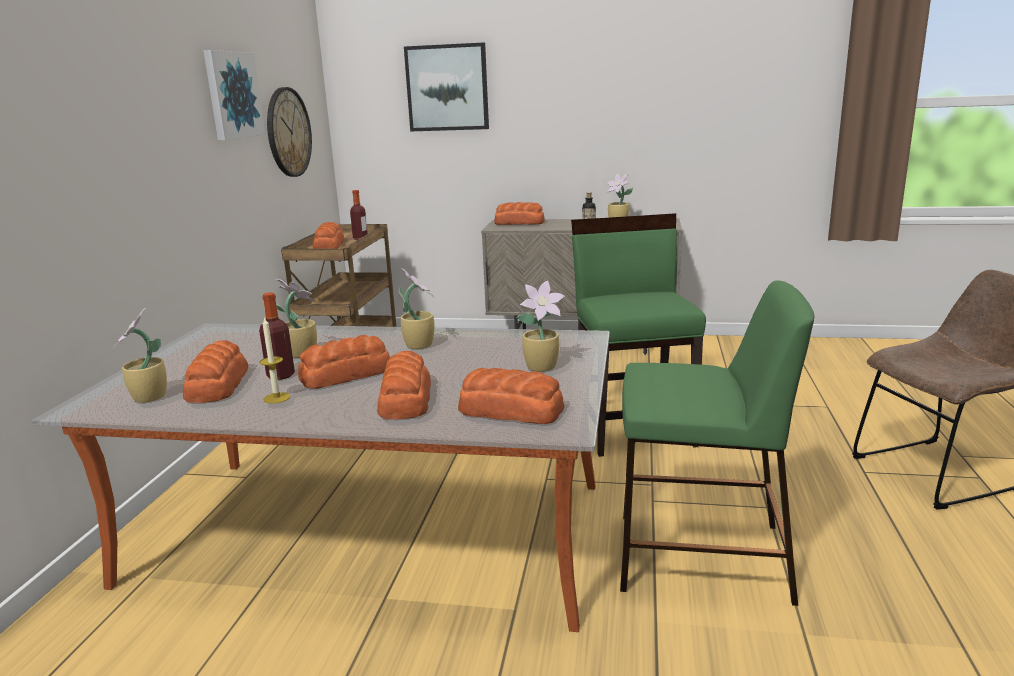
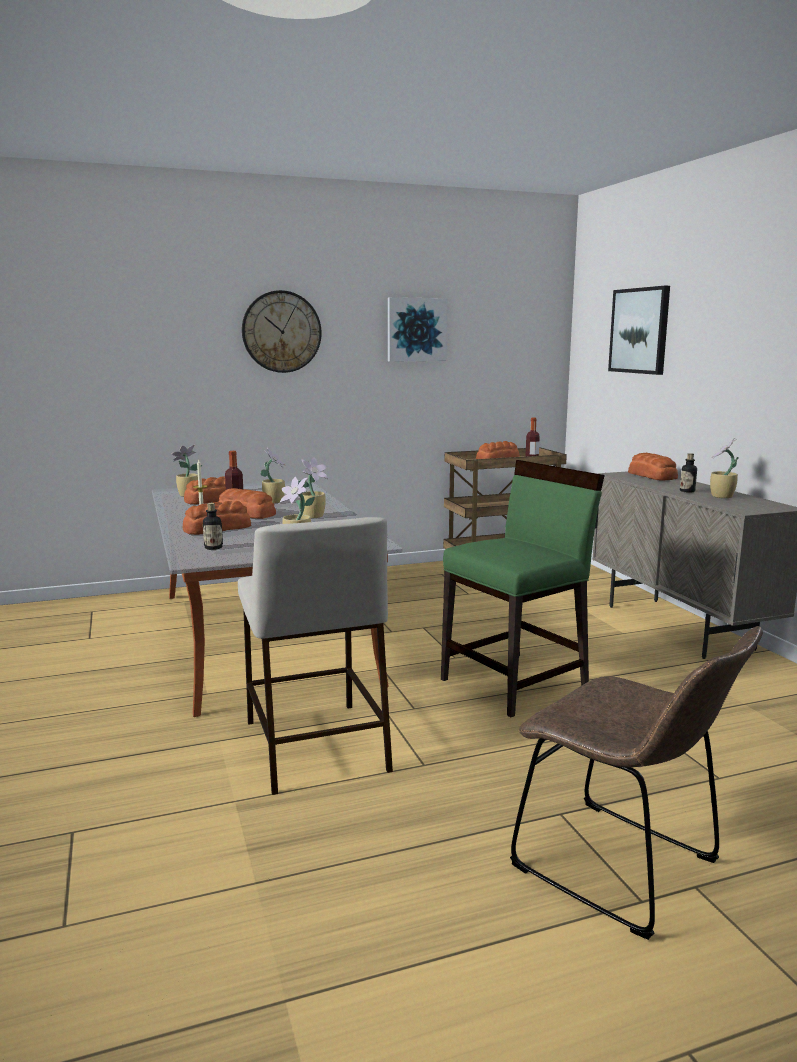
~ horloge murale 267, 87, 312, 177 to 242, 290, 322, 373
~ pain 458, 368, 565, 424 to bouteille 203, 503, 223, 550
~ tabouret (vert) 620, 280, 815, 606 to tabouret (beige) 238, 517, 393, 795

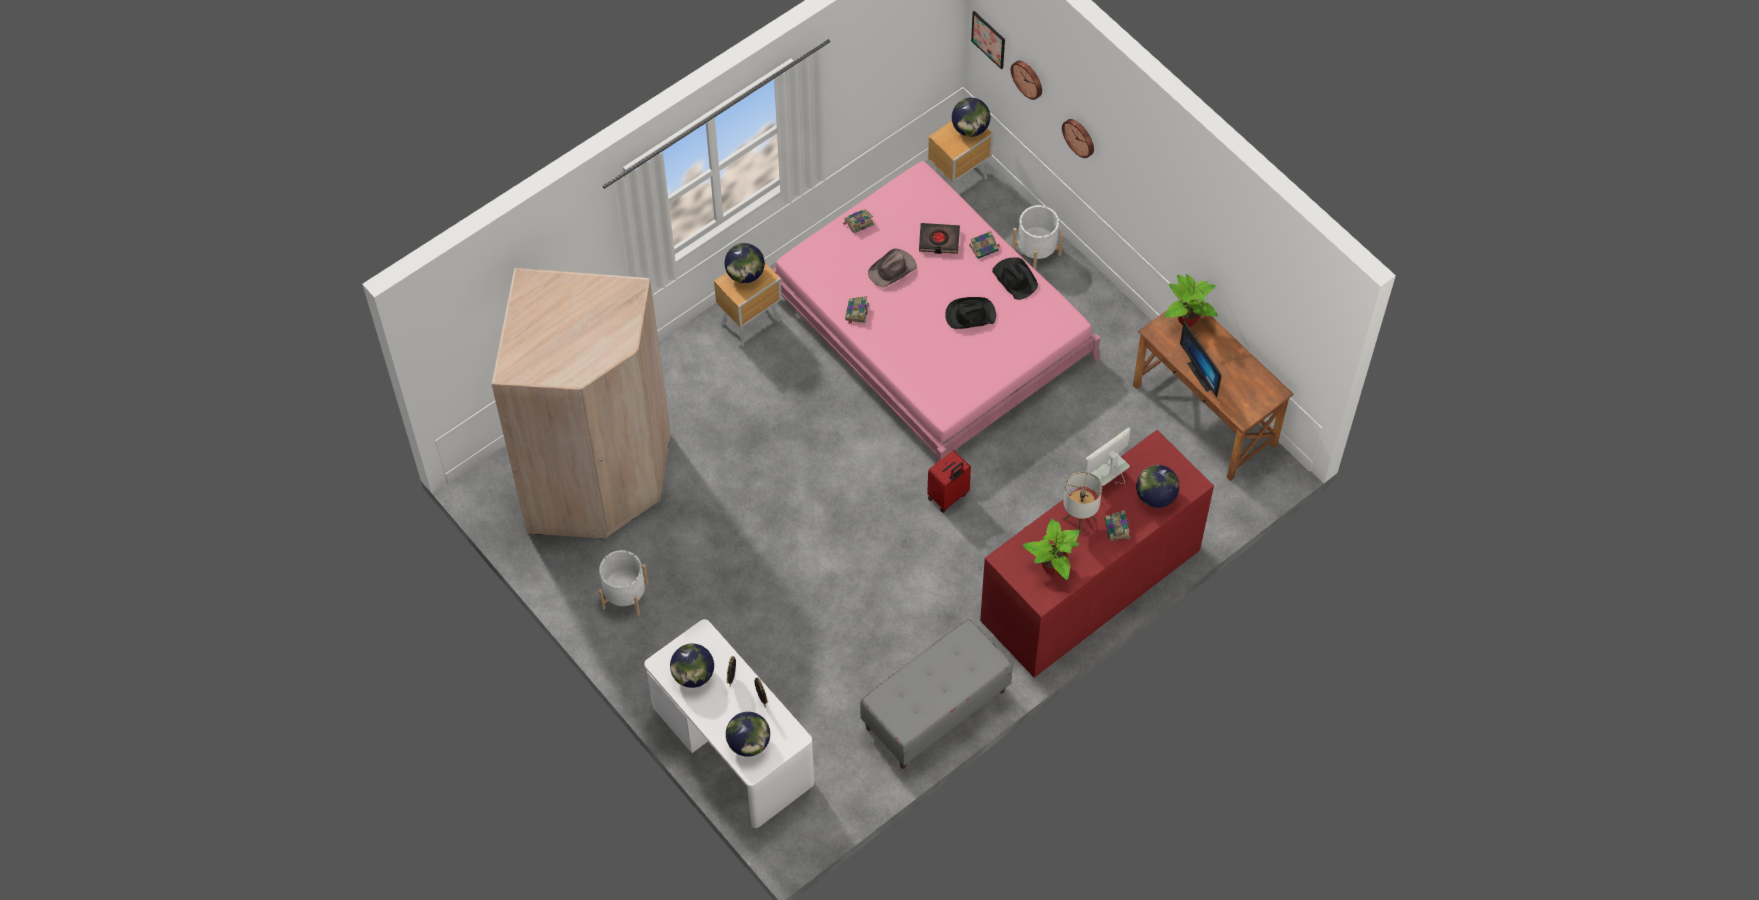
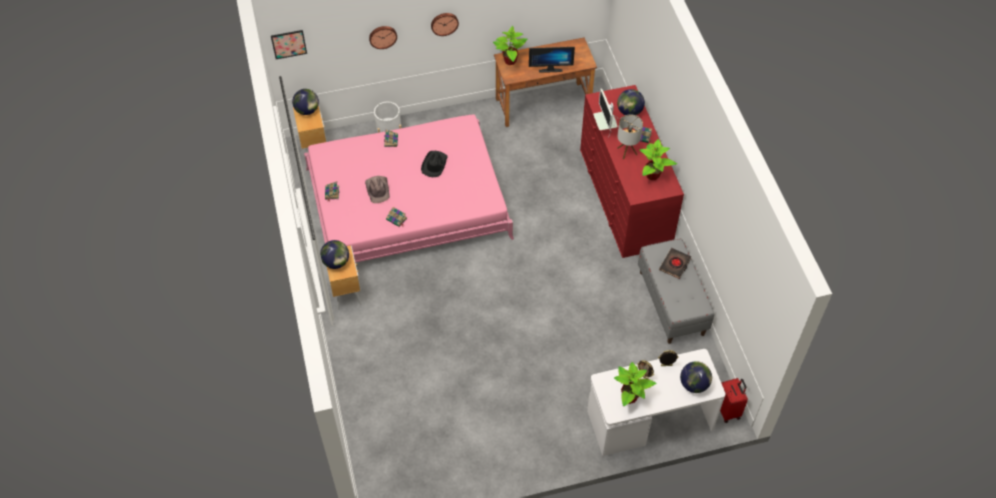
- armoire (beige) 492, 268, 671, 539
- cache-pot (blanc) 599, 550, 648, 616
~ globe 670, 644, 714, 688 to plante en pot 614, 362, 656, 406
~ livre (noir) 919, 223, 960, 254 to 659, 248, 691, 279
~ valise (rouge) 927, 450, 971, 513 to 720, 378, 748, 423
- chapeau (noir) 992, 257, 1038, 300
~ horloge murale 1011, 61, 1042, 100 to 431, 13, 459, 36

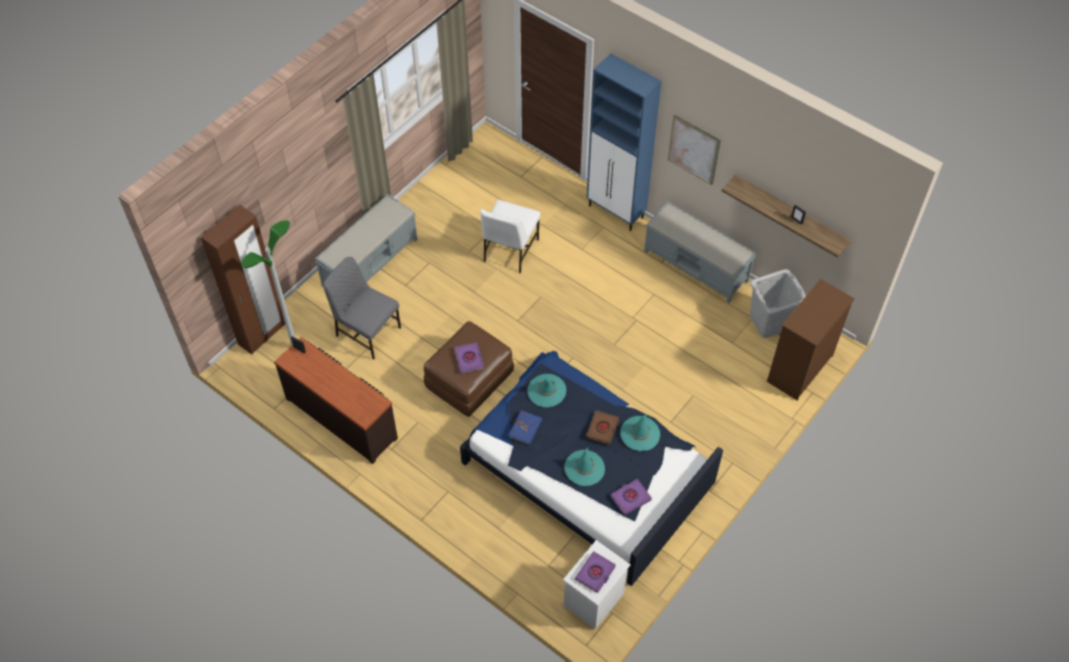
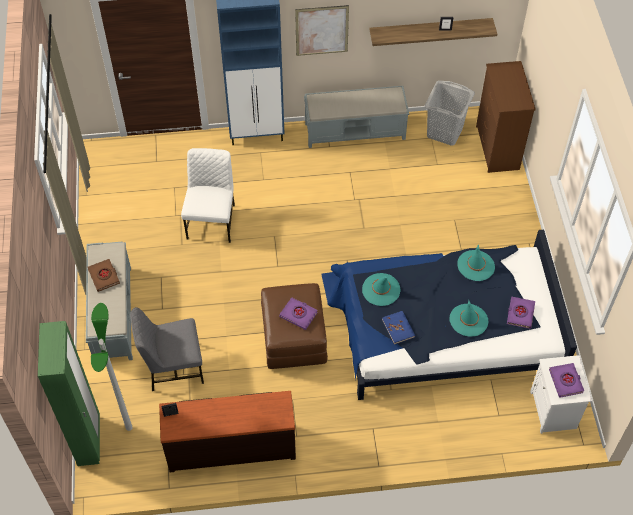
~ armoire (marron) 201, 205, 286, 355 to armoire (vert) 38, 321, 100, 466
~ chaise (blanc) 480, 200, 540, 273 = 181, 148, 235, 243 150 degrees counterclockwise
~ livre (marron) 586, 410, 619, 445 to 87, 259, 120, 292

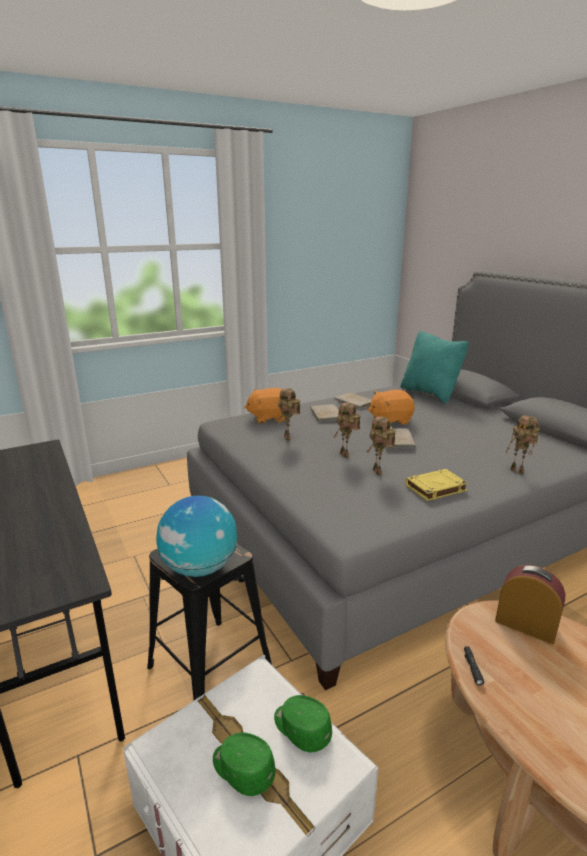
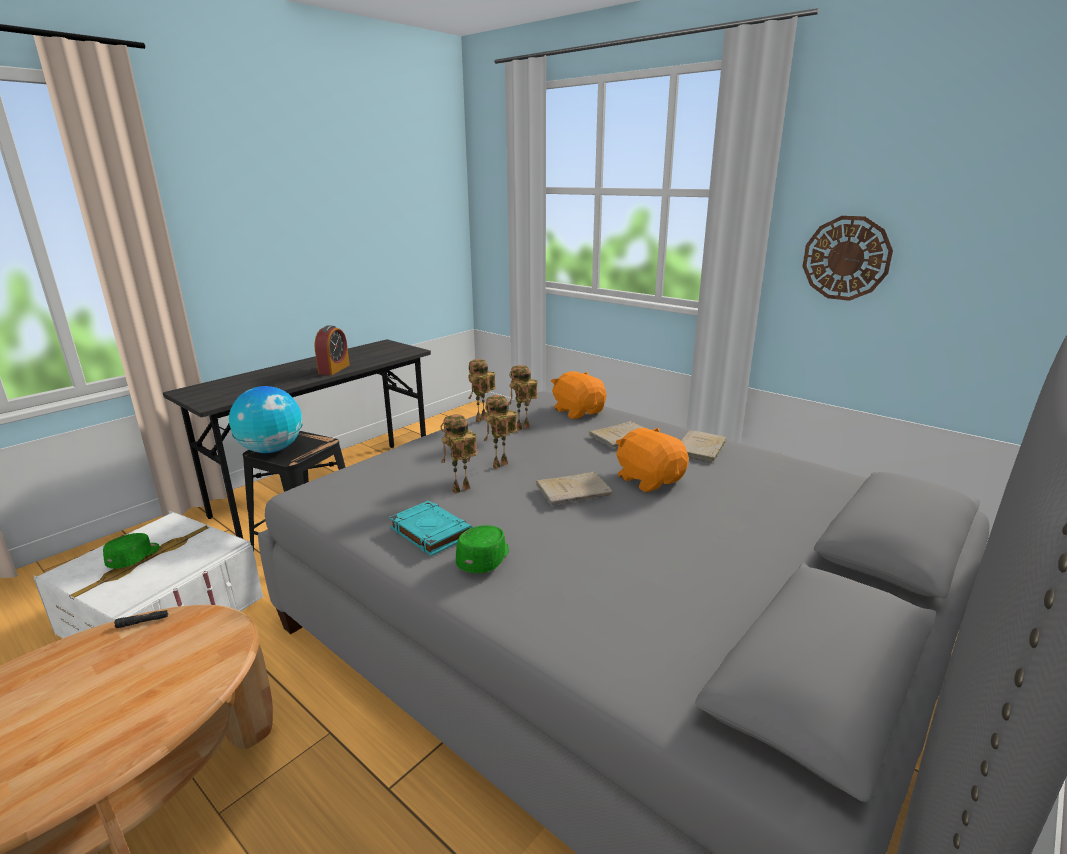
~ casquette (vert) 274, 695, 332, 752 to 456, 525, 509, 573
- coussin (turquoise) 400, 330, 469, 404
~ livre (jaune) 405, 469, 468, 501 to livre (turquoise) 389, 500, 473, 556
~ réveil 495, 565, 566, 644 to 314, 325, 350, 375
~ robot jouet 505, 415, 540, 474 to 468, 359, 496, 422
+ horloge murale 803, 216, 893, 301

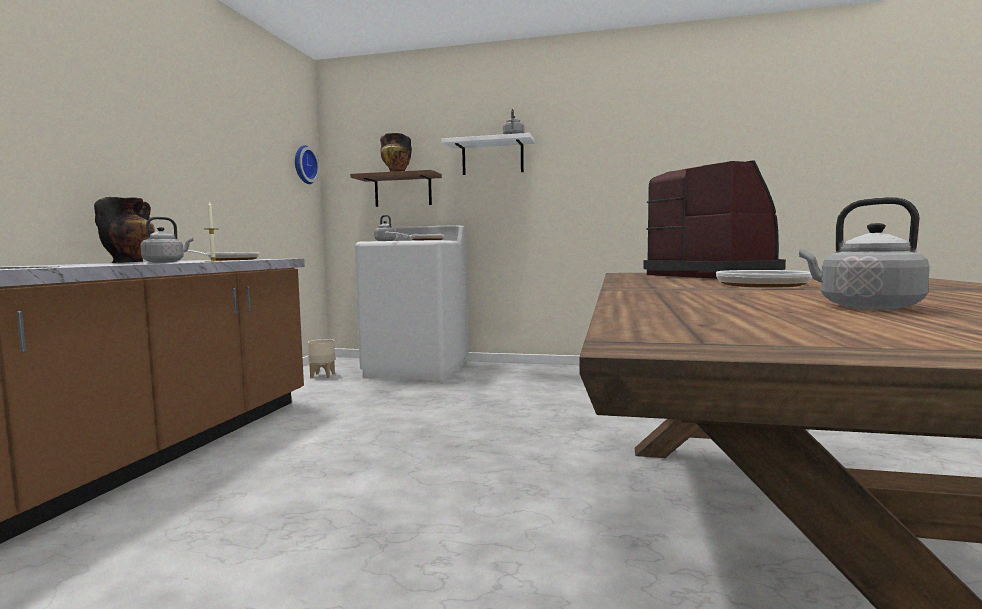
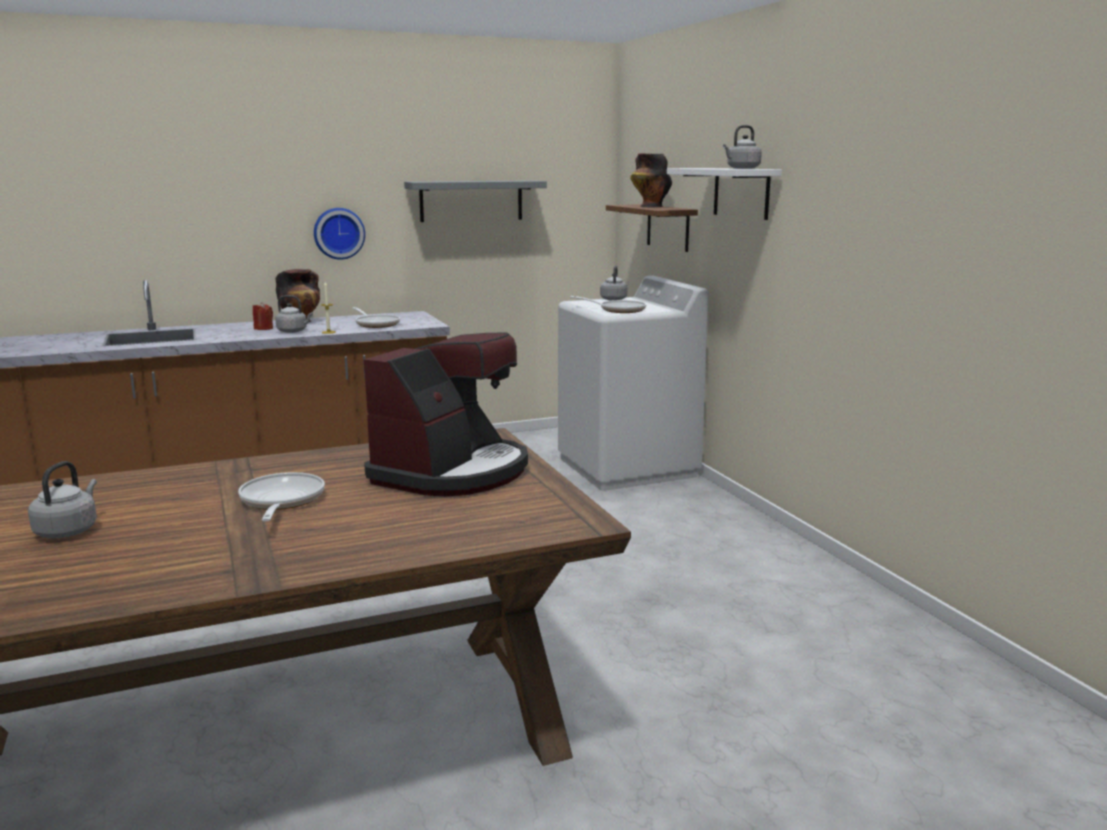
~ horloge murale 295, 145, 320, 184 to 314, 208, 365, 260
- cache-pot (beige) 308, 339, 335, 378
+ bougie (rouge) 253, 302, 273, 330
+ étagère (gris) 404, 180, 547, 222

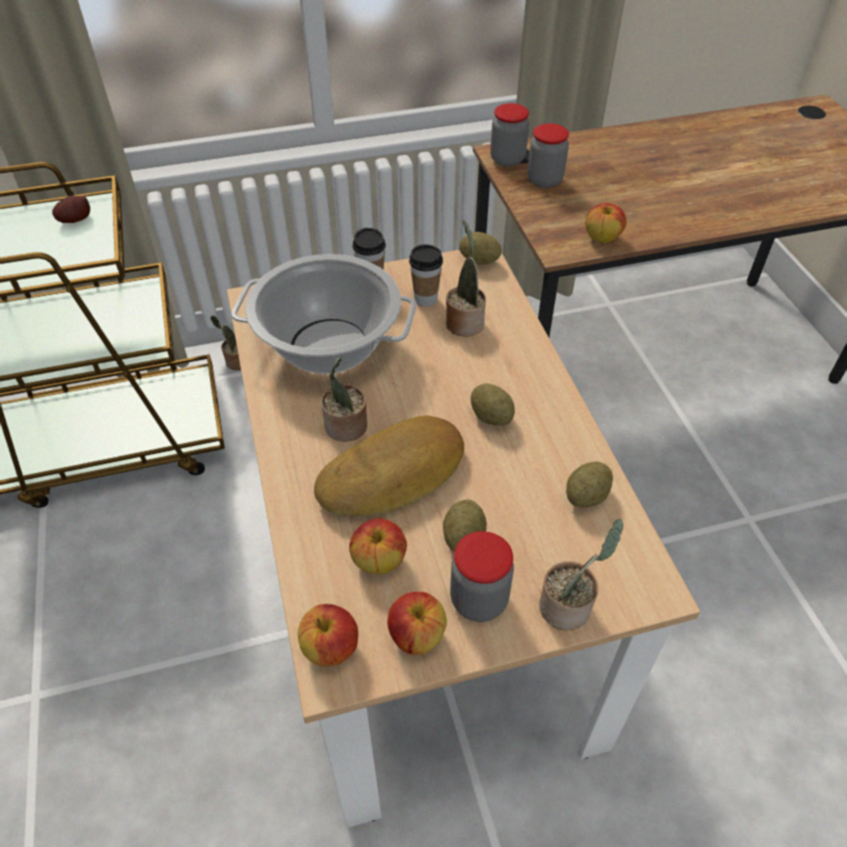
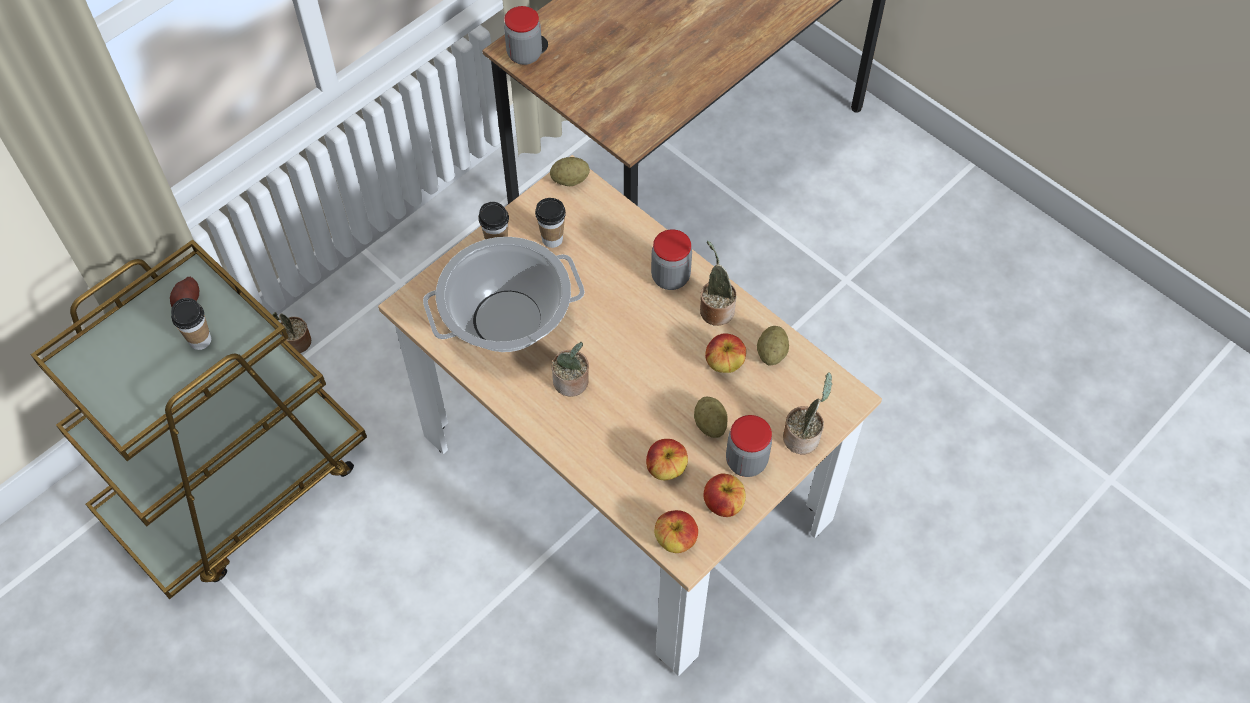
- pain 314, 416, 464, 517
~ plante en pot 446, 220, 486, 337 to 700, 241, 737, 326
- pomme de terre 471, 383, 515, 426
~ bocal 528, 123, 569, 188 to 651, 229, 692, 290
~ pomme 585, 203, 627, 243 to 705, 333, 746, 373
+ tasse 171, 298, 211, 350

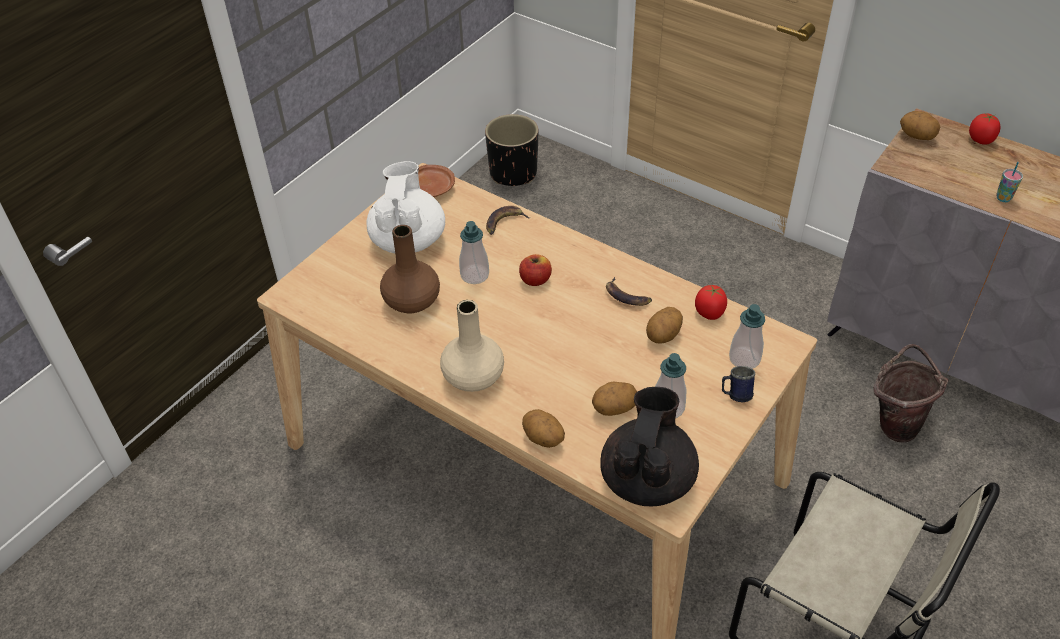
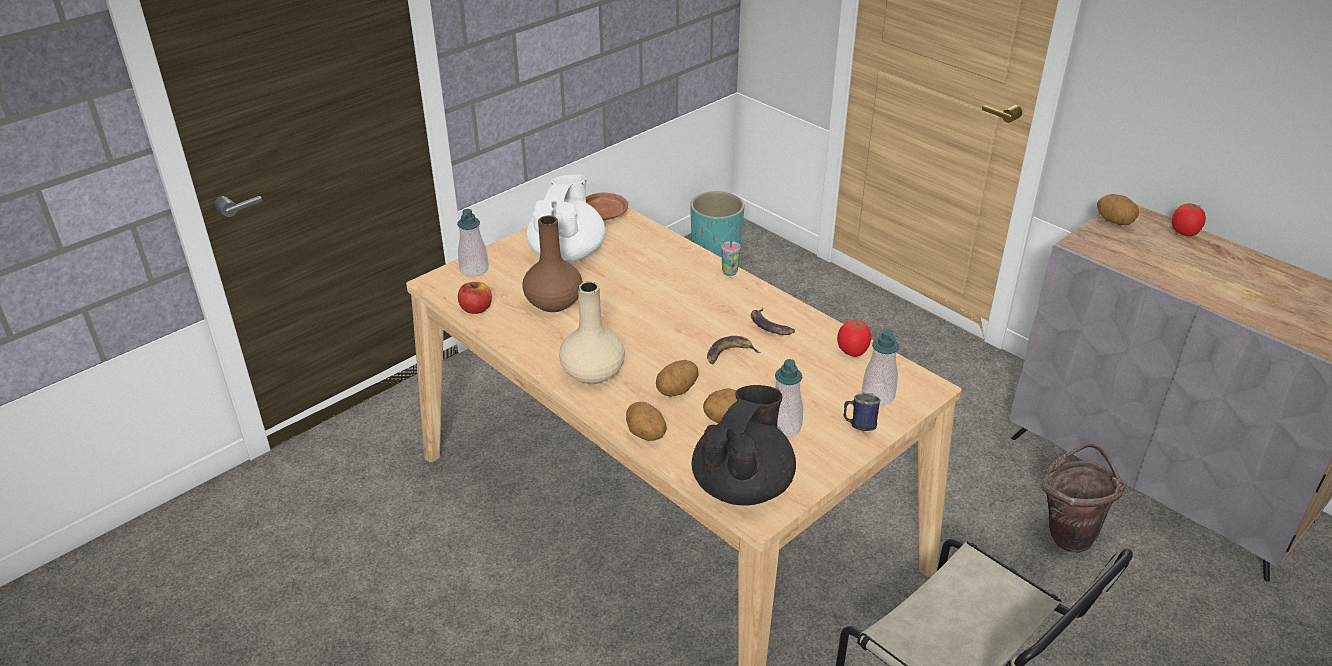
~ distributeur de savon 459, 221, 489, 284 to 457, 209, 489, 277
~ cache-pot (noir) 485, 114, 538, 186 to cache-pot (turquoise) 690, 191, 744, 258
~ banane 486, 206, 531, 235 to 707, 336, 761, 364
~ pomme 519, 254, 552, 286 to 458, 282, 492, 314
~ pomme de terre 646, 307, 683, 344 to 656, 360, 698, 396
~ tasse 996, 162, 1023, 202 to 721, 233, 741, 276

